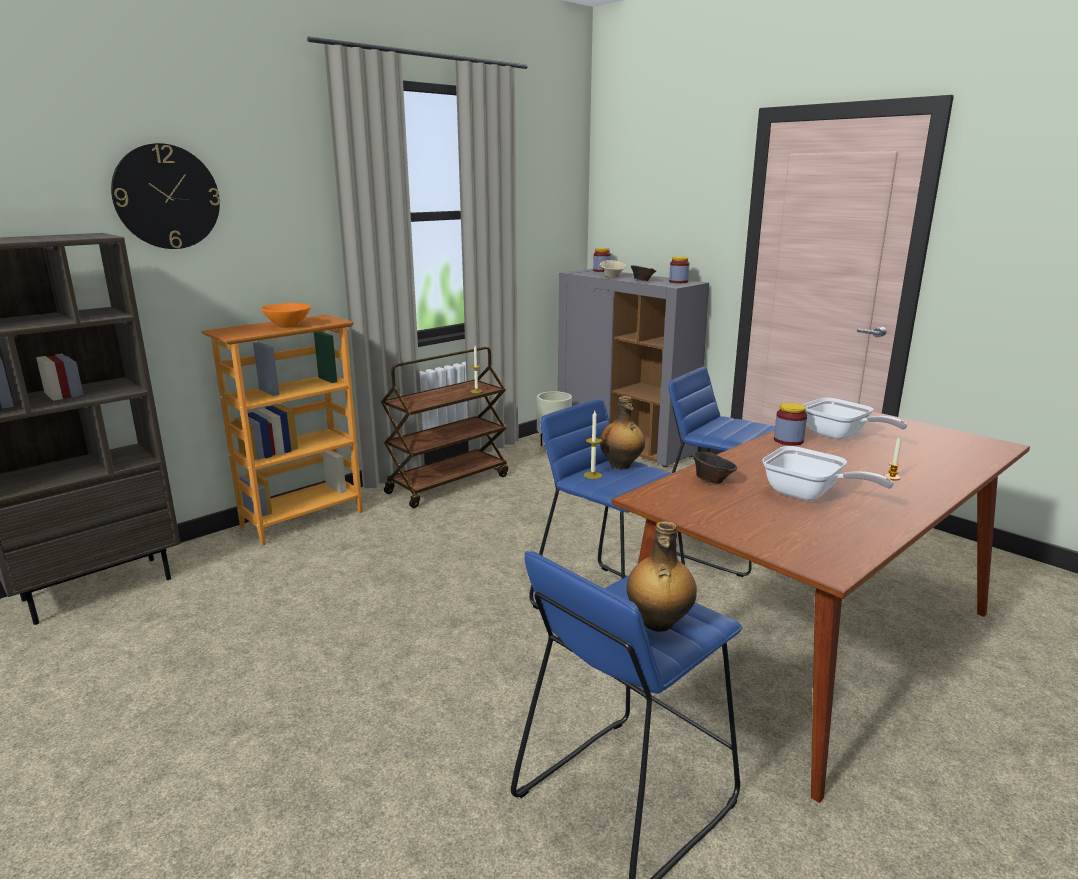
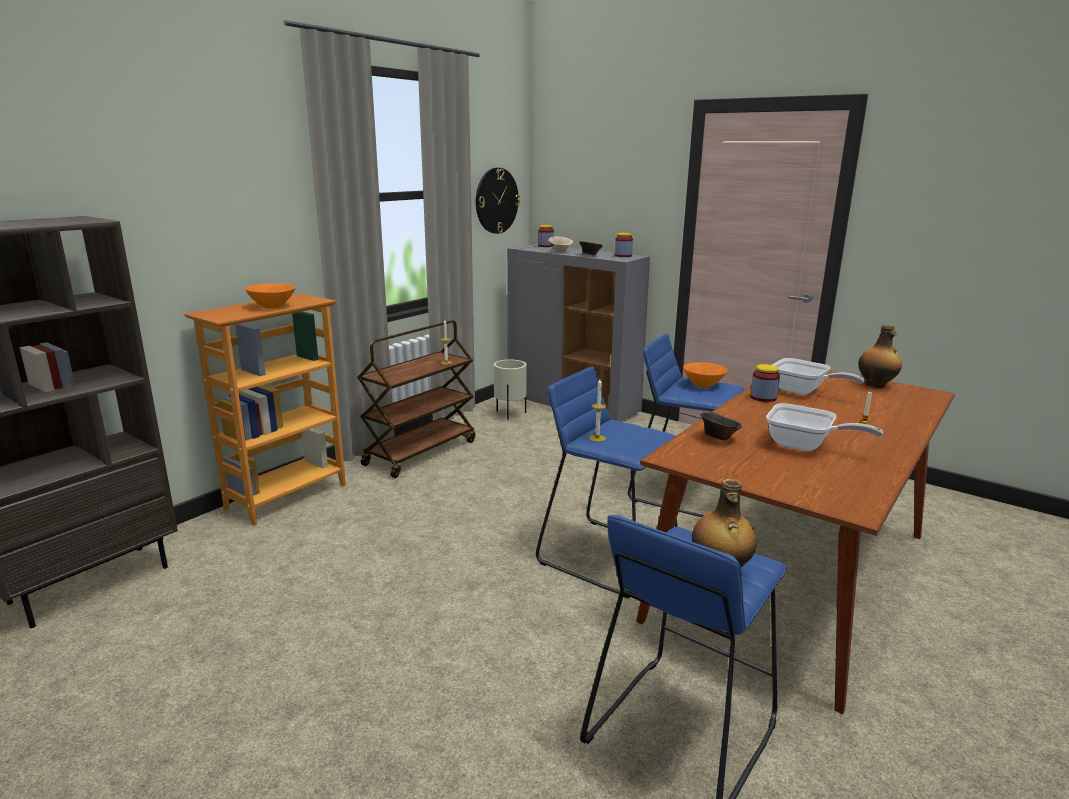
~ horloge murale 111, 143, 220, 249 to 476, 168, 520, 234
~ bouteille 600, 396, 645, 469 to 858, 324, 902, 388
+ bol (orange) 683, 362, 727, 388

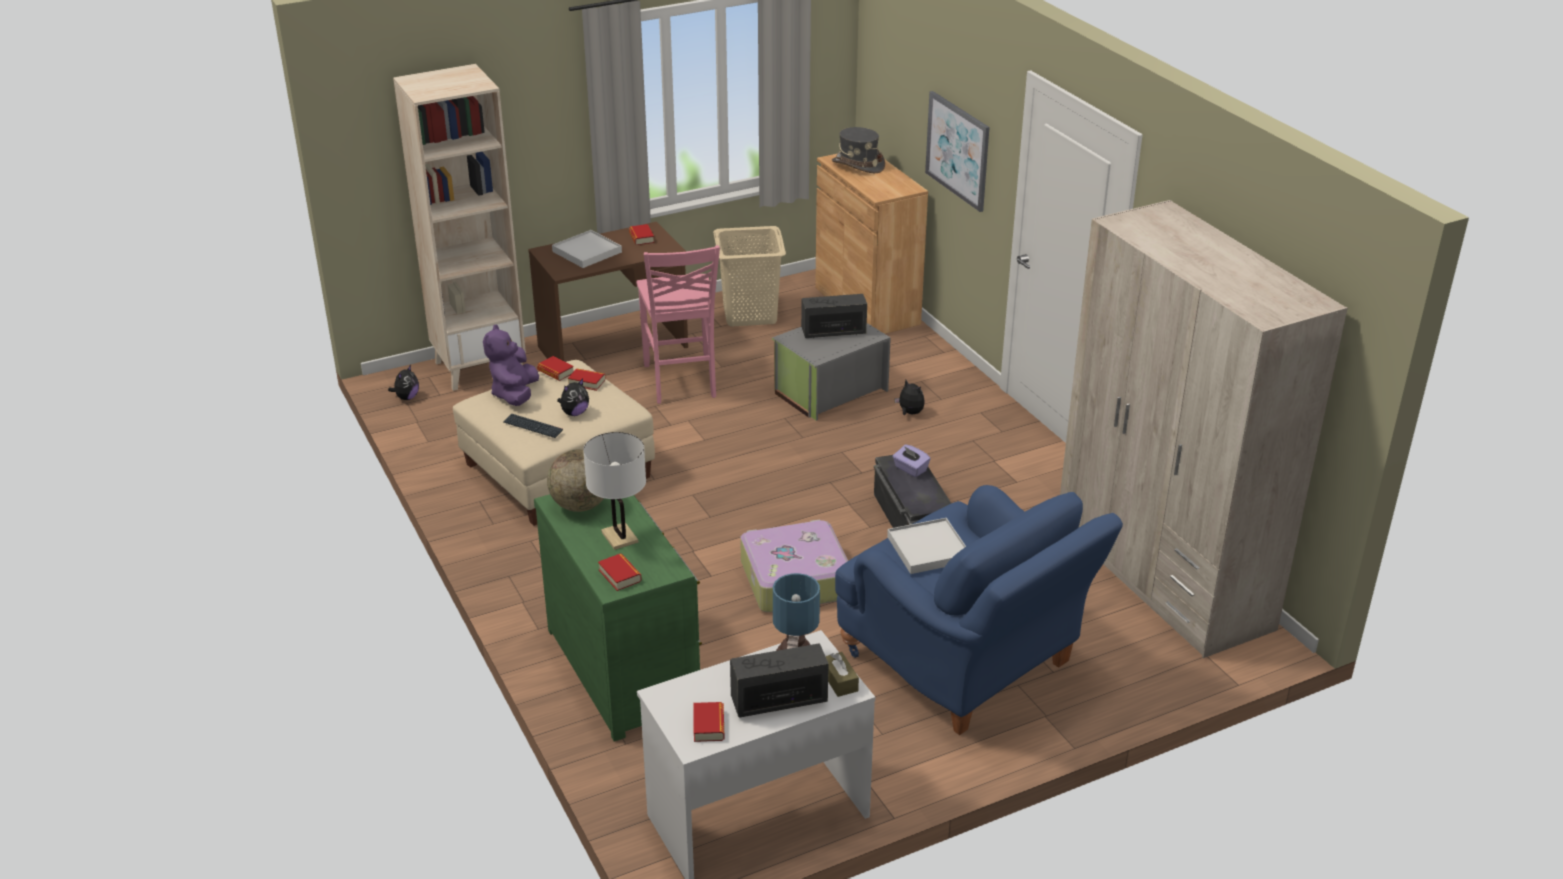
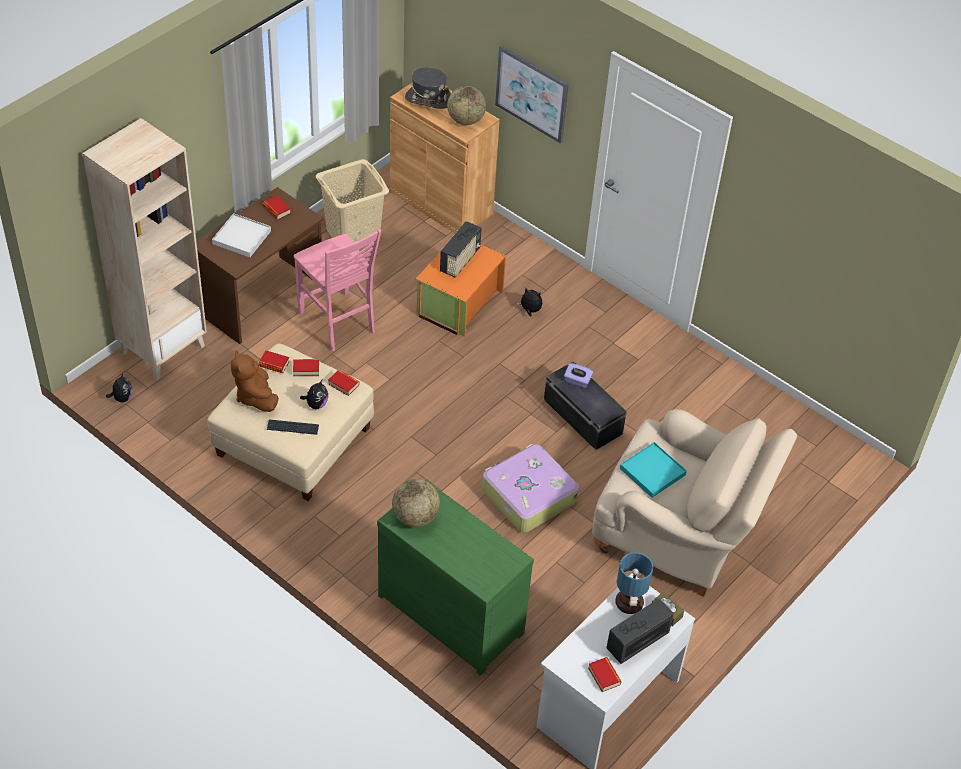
~ peluche (violet) 483, 324, 539, 406 to peluche (marron) 231, 350, 279, 412
- lampe de table (blanc) 583, 432, 646, 550
~ livre 598, 553, 642, 591 to 328, 370, 359, 396
~ boîte de rangement (gris) 772, 323, 891, 421 to boîte de rangement (orange) 416, 244, 506, 337
~ radio 801, 294, 867, 338 = 440, 221, 481, 277 150 degrees clockwise
~ fauteuil (bleu) 835, 485, 1123, 735 to fauteuil (beige) 592, 409, 797, 597
~ plateau (blanc) 887, 518, 966, 574 to plateau (turquoise) 620, 442, 687, 498
- armoire (beige) 1060, 200, 1348, 658
+ globe 447, 86, 486, 125

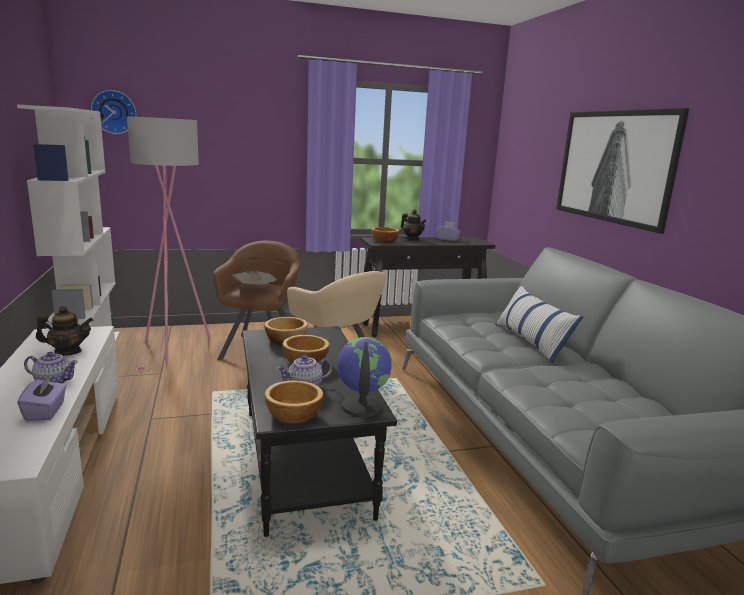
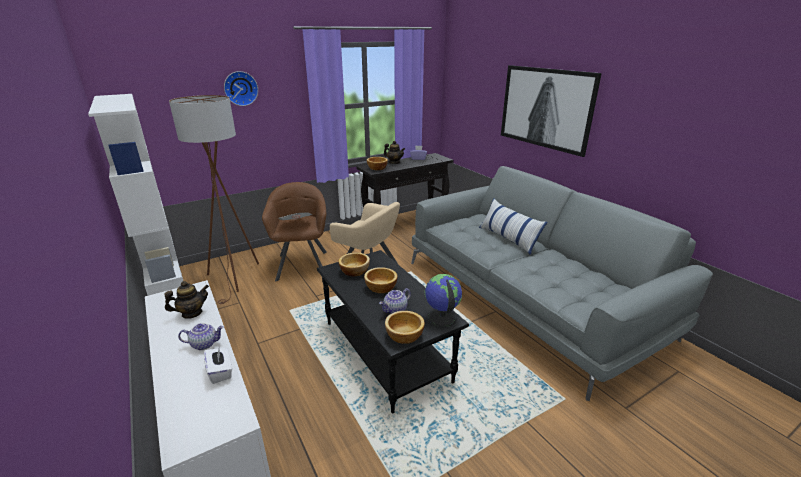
~ boîte à mouchoirs (violet) 17, 375, 67, 421 to boîte à mouchoirs (blanc) 204, 348, 232, 384
~ horloge murale 91, 90, 136, 134 to 224, 71, 258, 106
~ lampadaire (rose) 127, 116, 211, 371 to lampadaire (marron) 169, 95, 259, 304

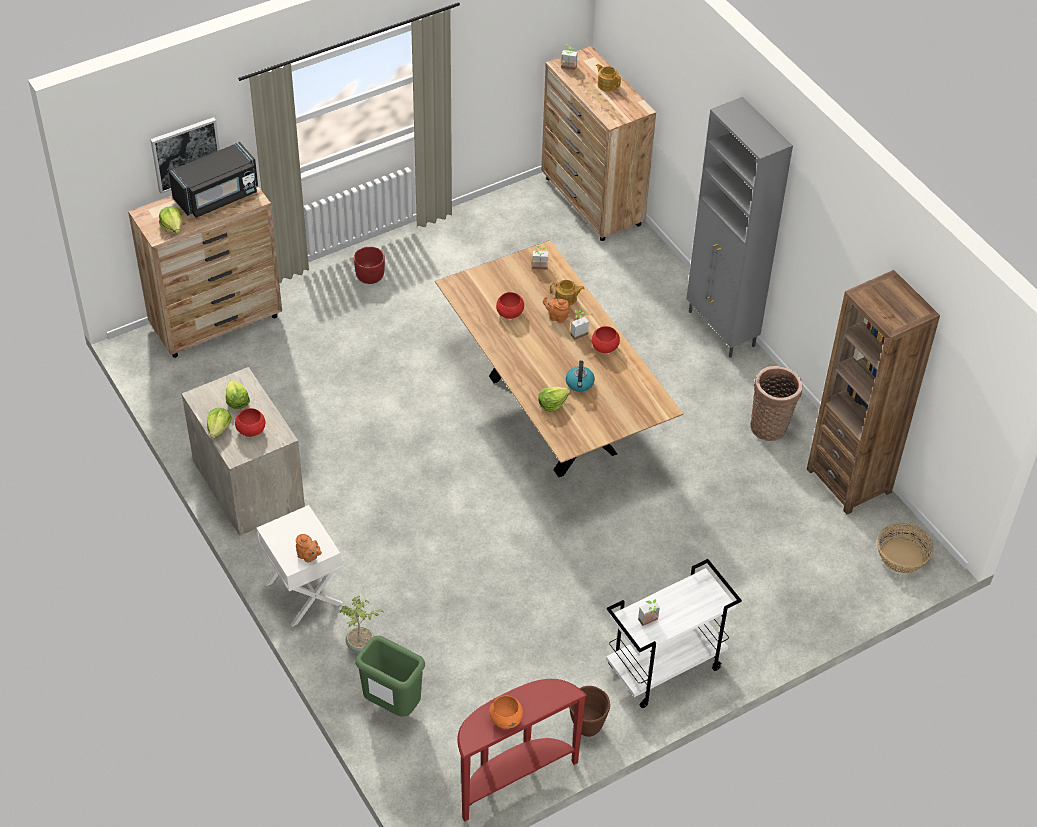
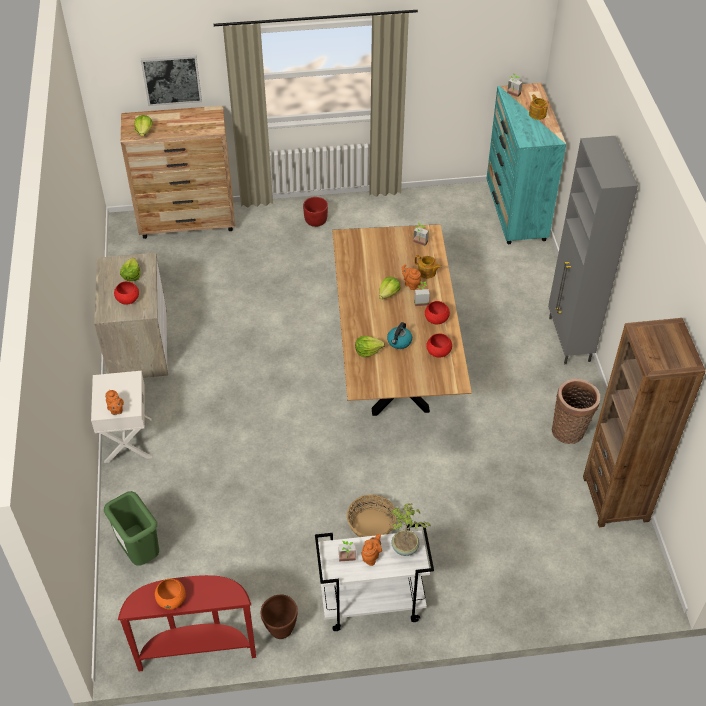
- micro-ondes (noir) 169, 142, 258, 218
~ laitue 207, 408, 232, 438 to 379, 277, 401, 299
~ plante en pot 340, 596, 384, 653 to 391, 503, 431, 556
~ bol (rouge) 496, 292, 524, 319 to 426, 333, 452, 358
~ commode (marron) 541, 46, 656, 241 to commode (turquoise) 487, 83, 566, 244
~ panier 877, 523, 934, 573 to 347, 495, 396, 537
+ théière (orange) 361, 534, 382, 566

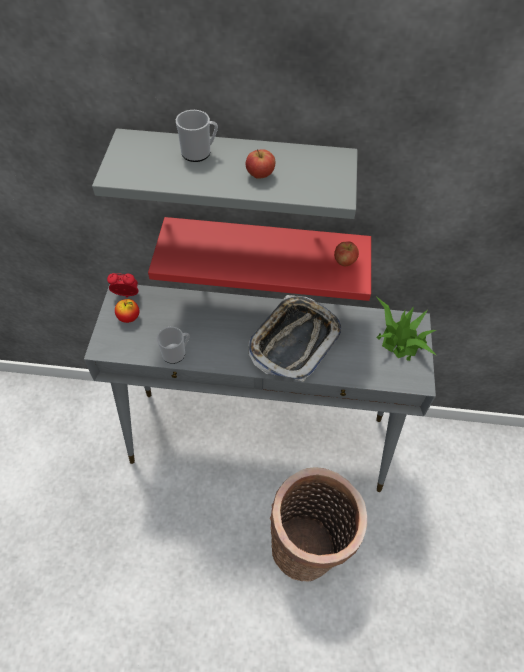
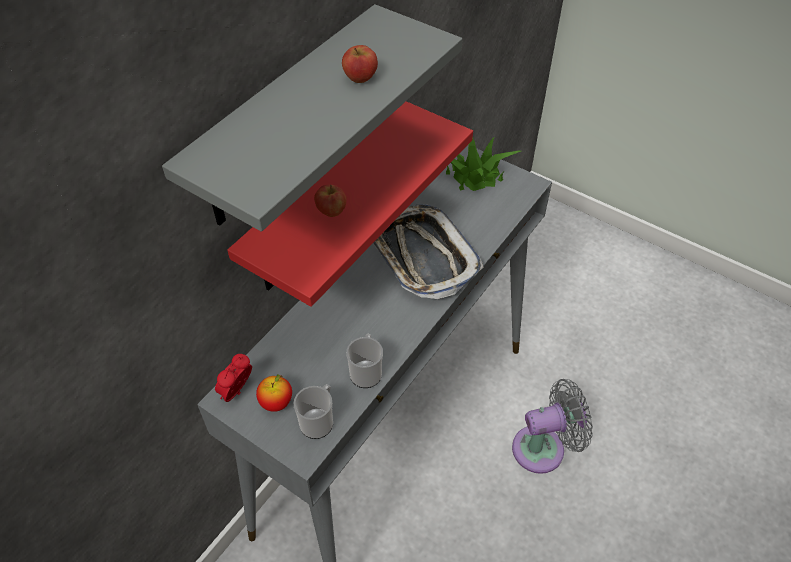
~ mug 176, 110, 218, 162 to 294, 384, 333, 439
~ panier 270, 467, 367, 582 to ventilateur (gris) 512, 379, 593, 474
~ pomme 334, 241, 359, 266 to 314, 185, 347, 217

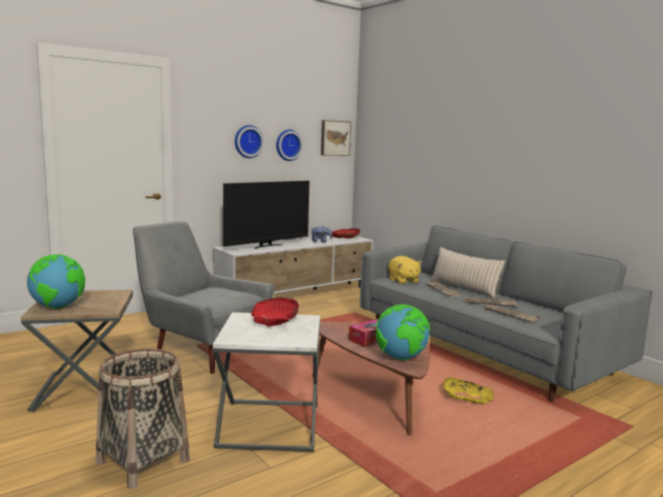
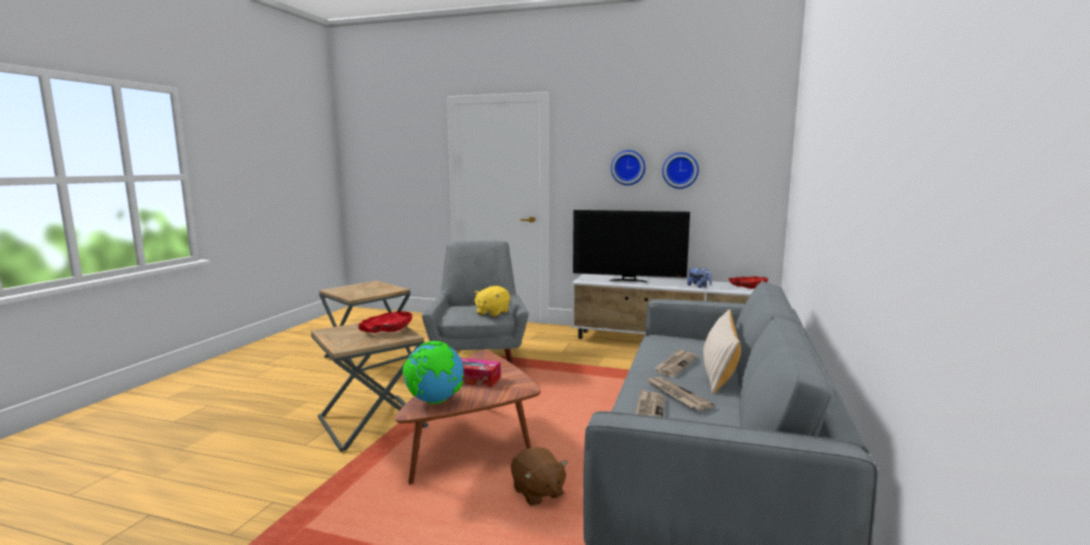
- globe 27, 254, 85, 309
- panier 96, 349, 190, 489
~ table d'appoint (blanc) 213, 312, 320, 452 to table d'appoint (marron) 311, 323, 428, 452
- tableau 321, 120, 351, 156
~ peluche (jaune) 388, 256, 422, 284 to 473, 286, 510, 317
~ bol (jaune) 443, 377, 494, 404 to peluche (marron) 511, 447, 568, 506

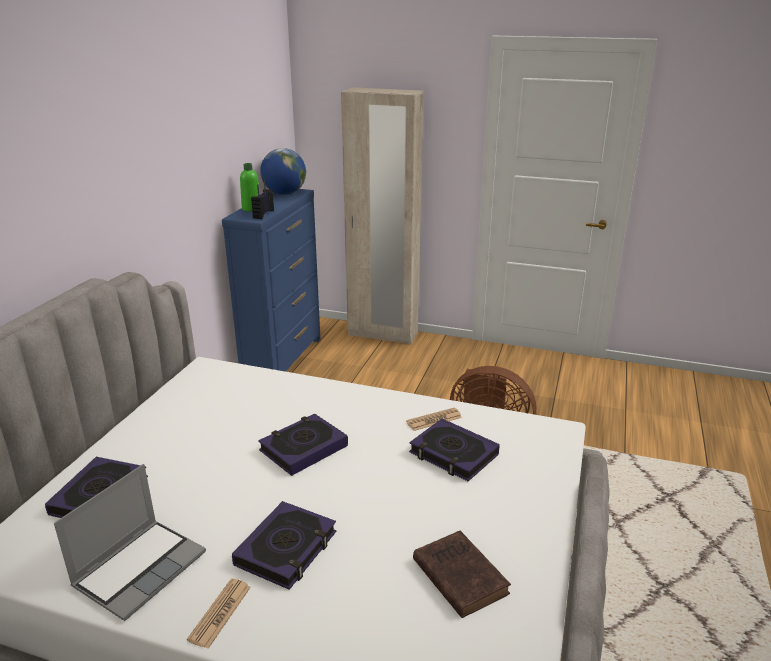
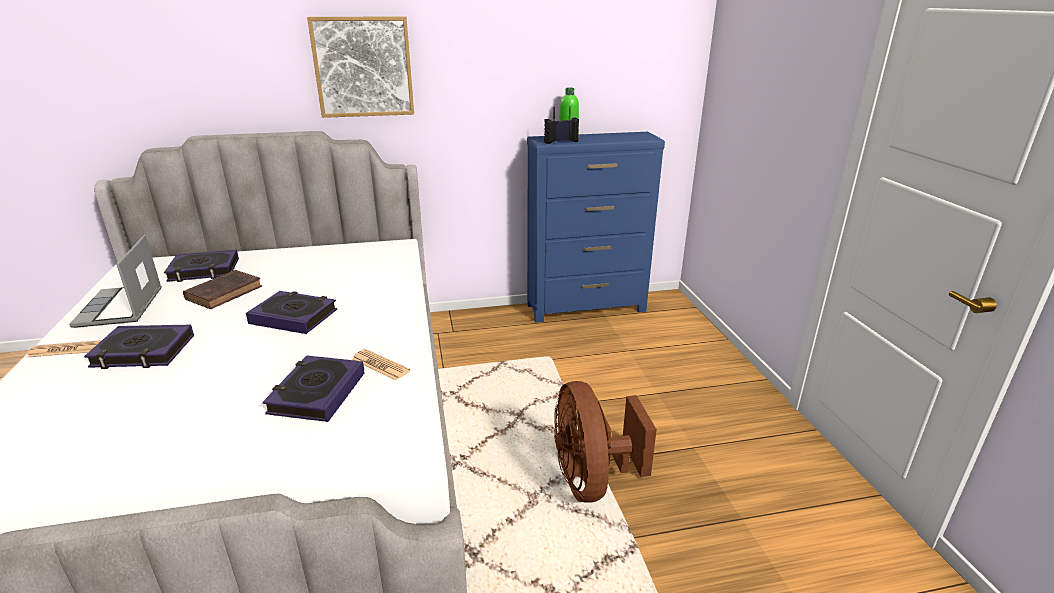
~ ordinateur portable 54, 464, 206, 621 = 69, 235, 162, 328 75 degrees clockwise
- globe 260, 148, 306, 195
- armoire (beige) 341, 87, 424, 345
~ livre (marron) 413, 531, 511, 618 to 183, 270, 262, 309
+ tableau 307, 16, 414, 118

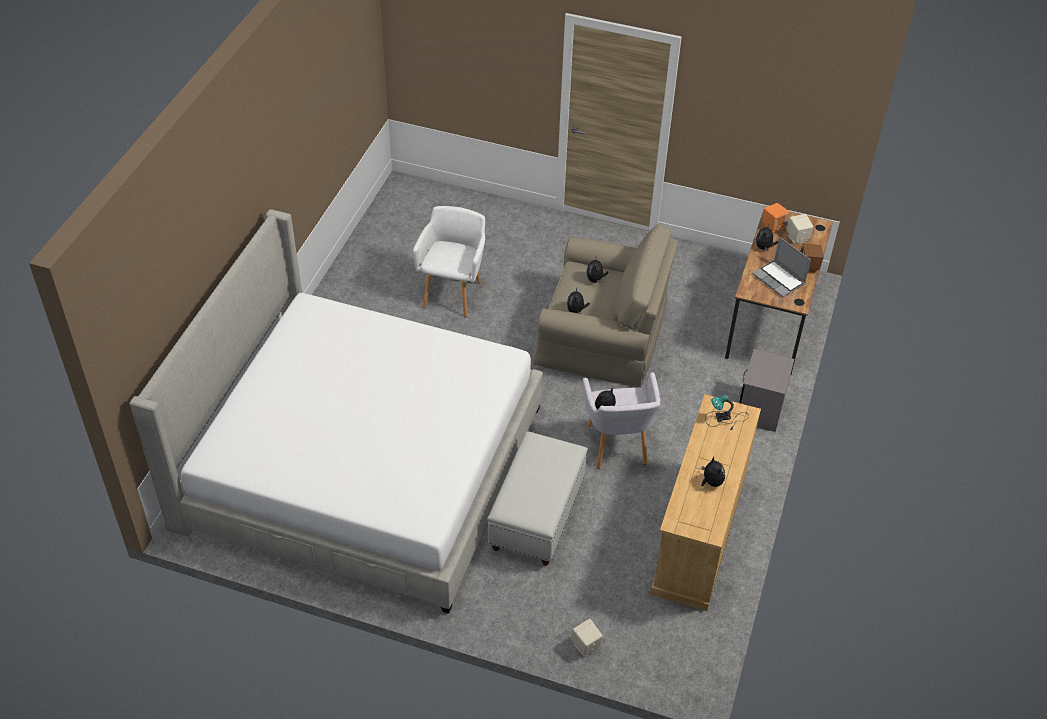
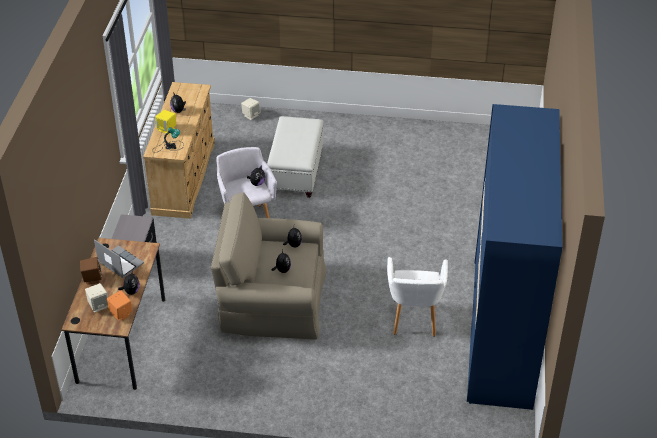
- lit 130, 209, 543, 614
+ enceinte (jaune) 155, 110, 176, 134
+ armoire (bleu) 467, 104, 562, 410

